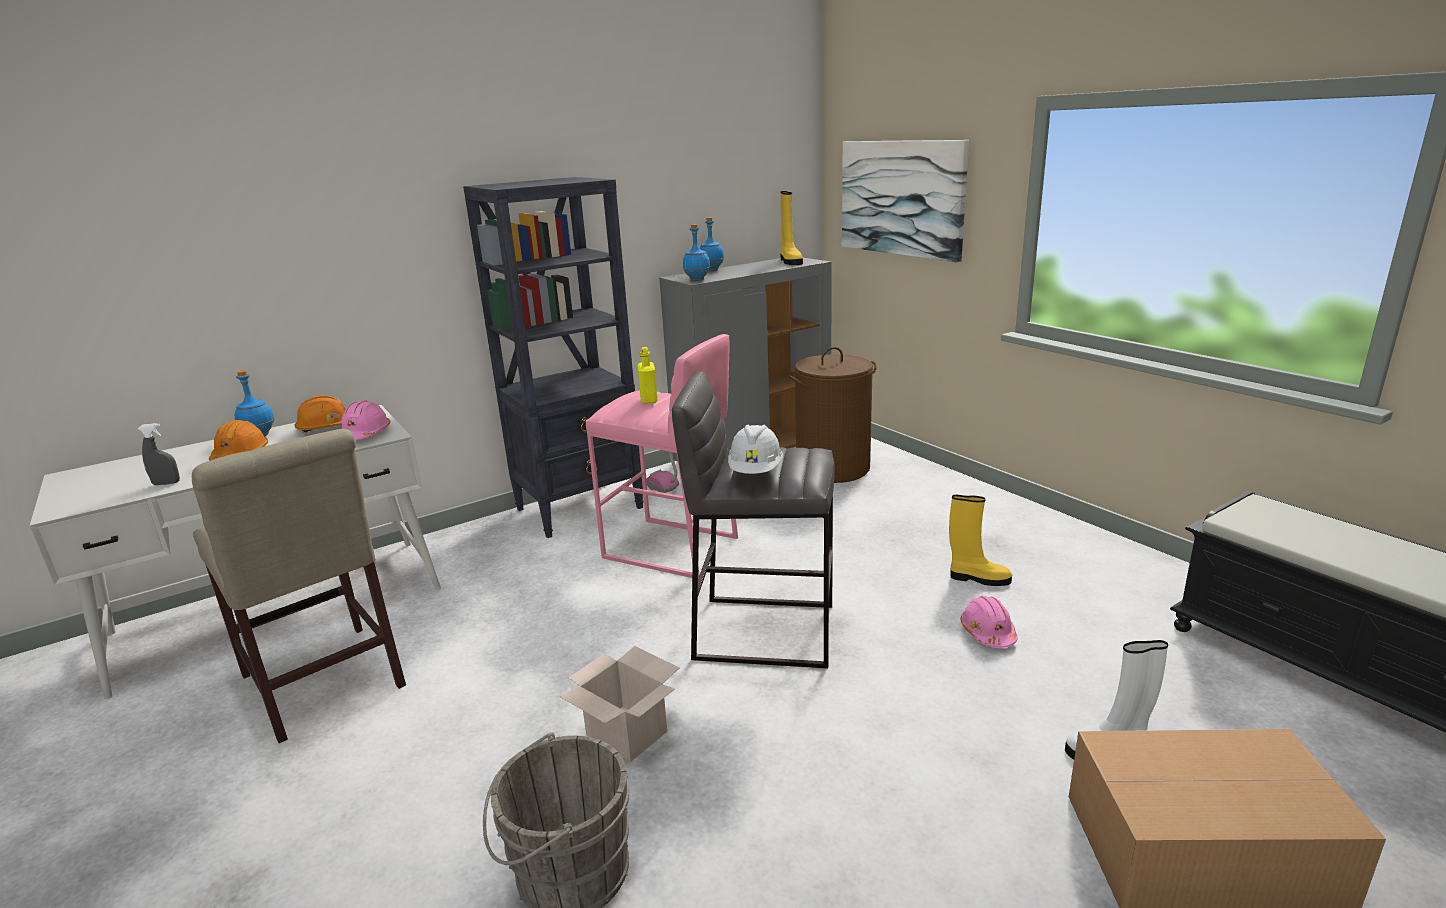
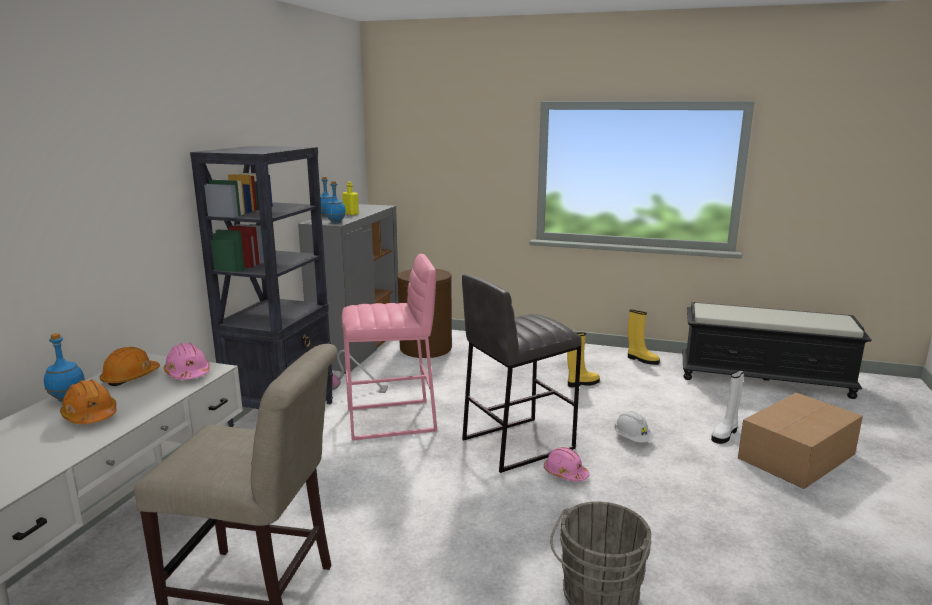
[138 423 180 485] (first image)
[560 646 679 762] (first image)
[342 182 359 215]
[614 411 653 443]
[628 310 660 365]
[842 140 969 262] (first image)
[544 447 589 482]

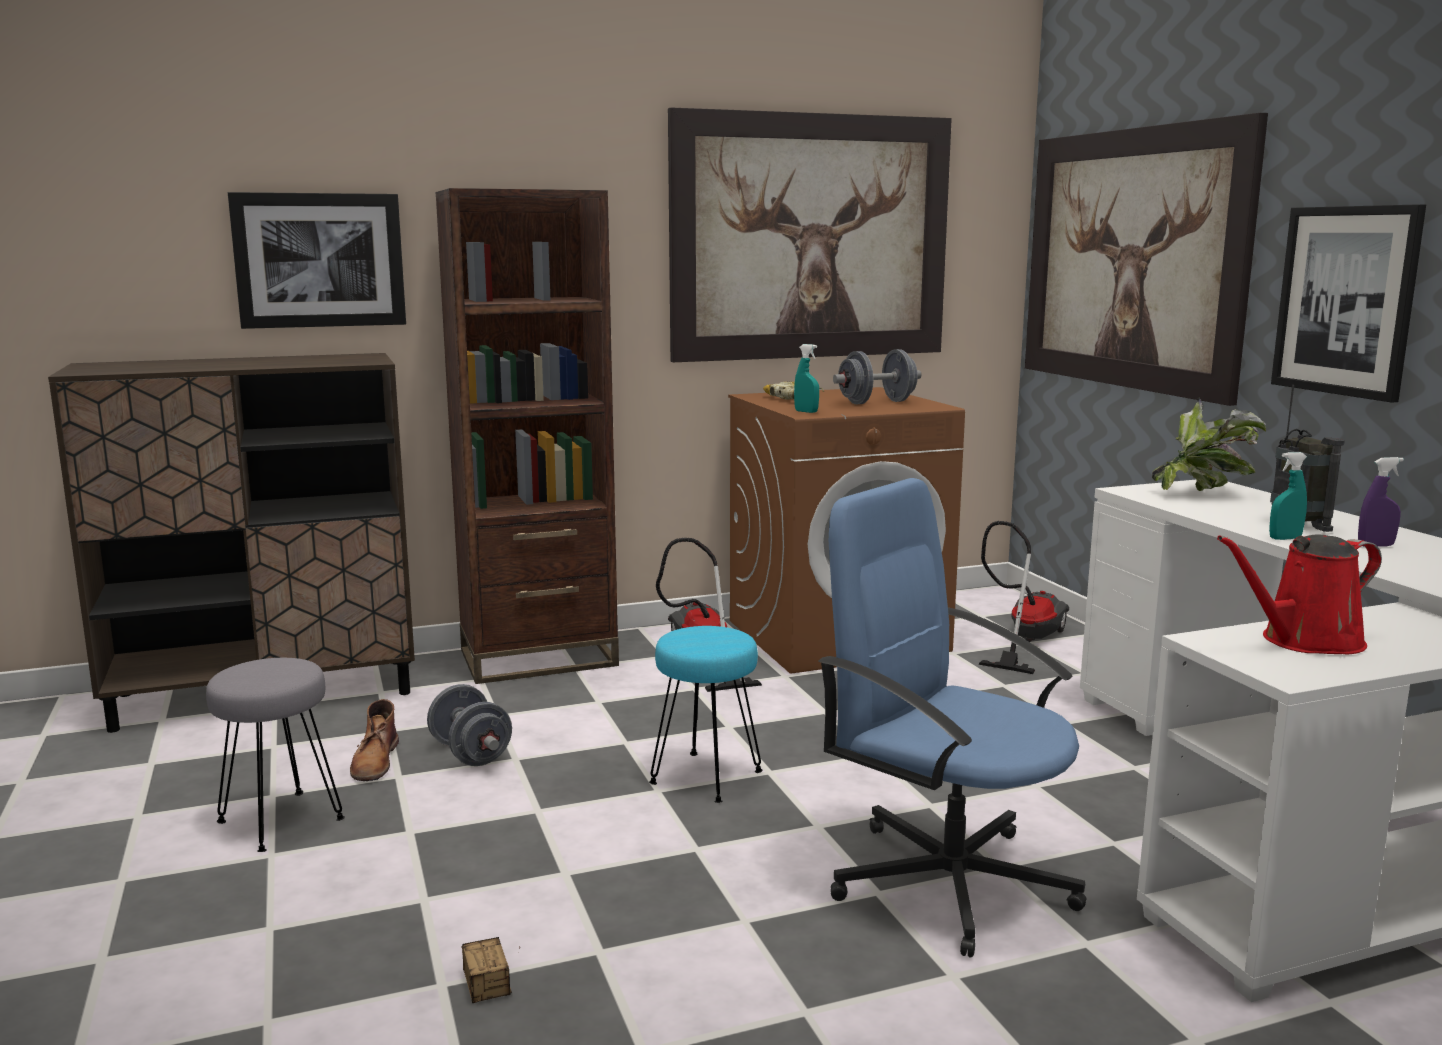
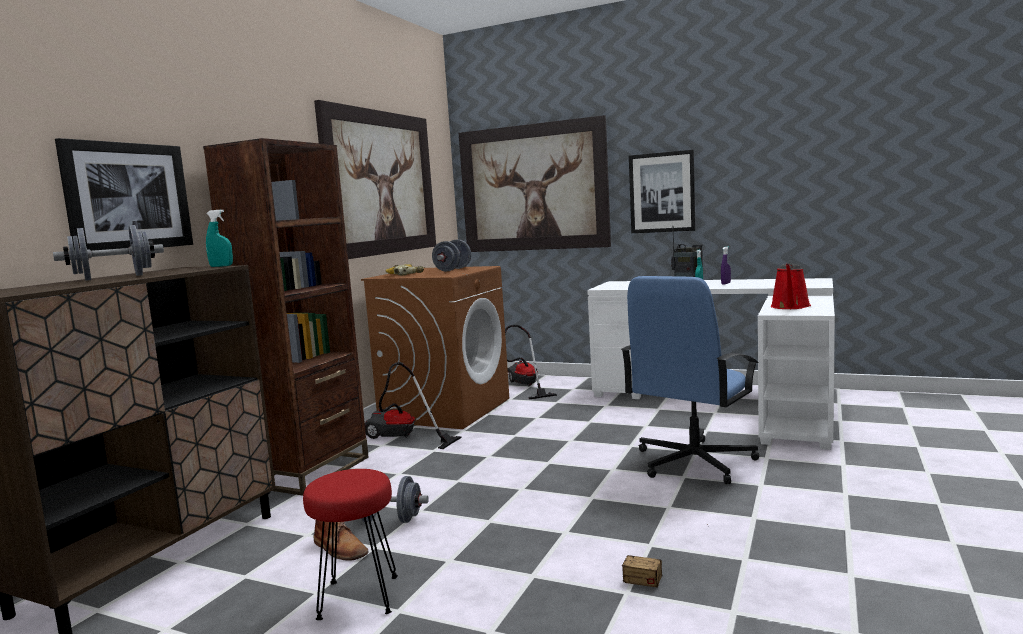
[303 469 398 620]
[649 626 763 803] (first image)
[206 210 233 267]
[621 276 759 484]
[1152 397 1266 491] (first image)
[53 225 164 281]

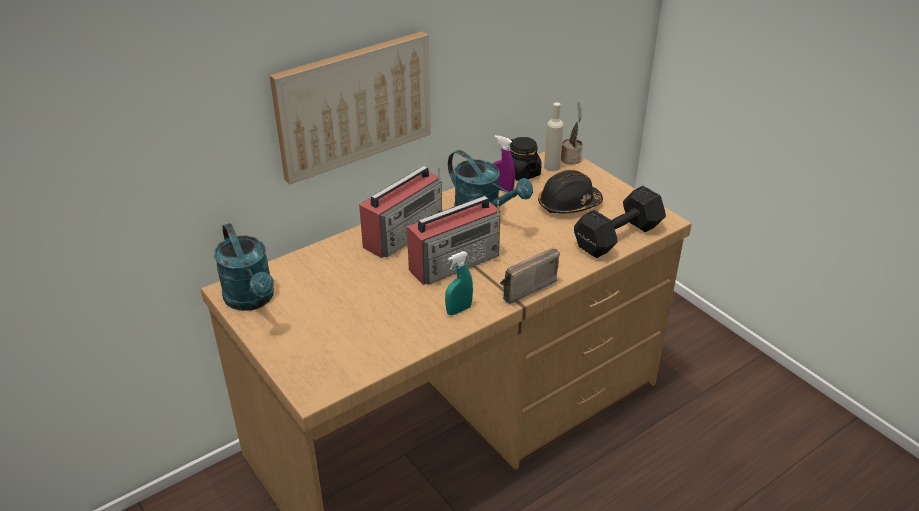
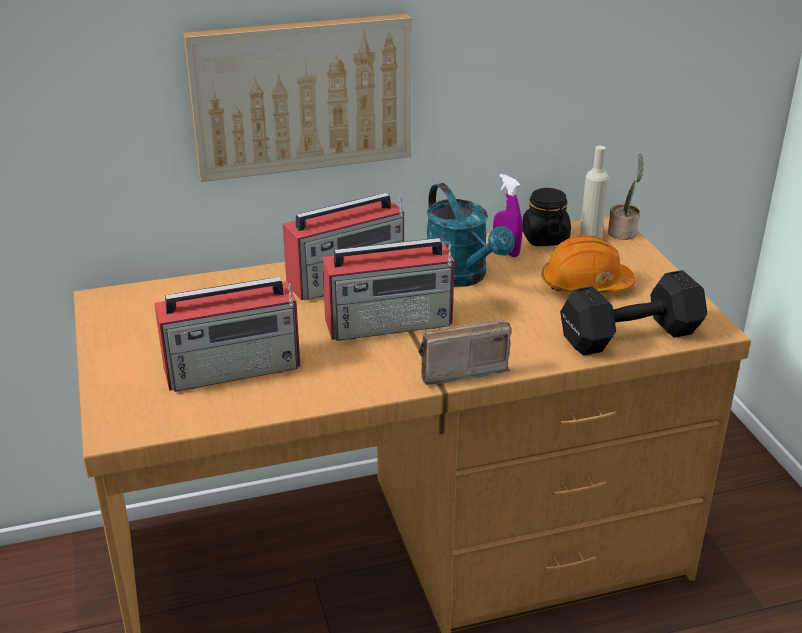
[214 223 274 311] (first image)
[445 251 473 315] (first image)
[541 235 636 293]
[154 277 300 392]

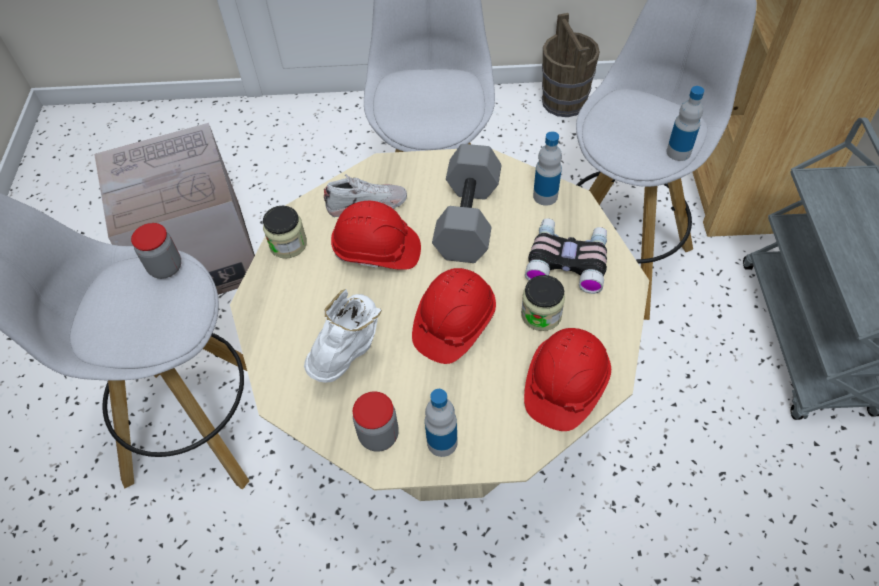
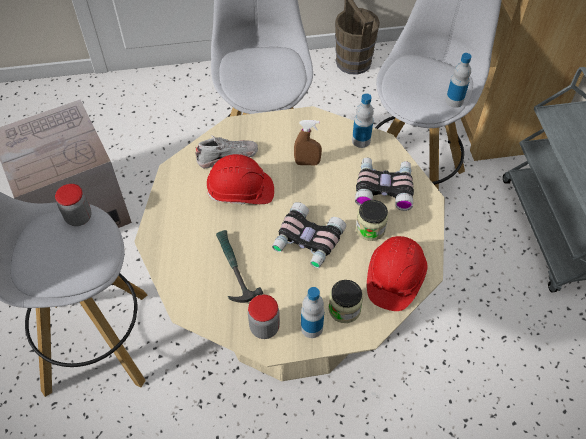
[328 280 363 323]
[216 230 263 303]
[272 202 346 268]
[294 120 322 165]

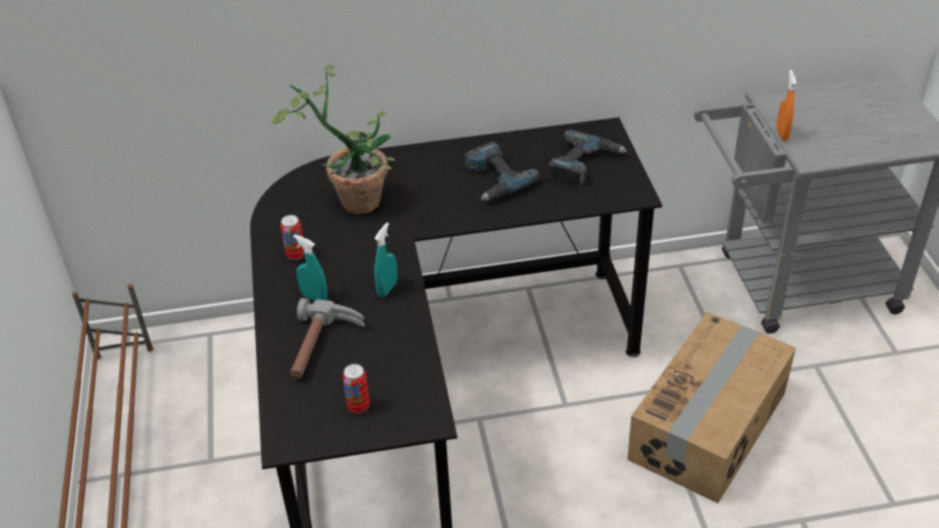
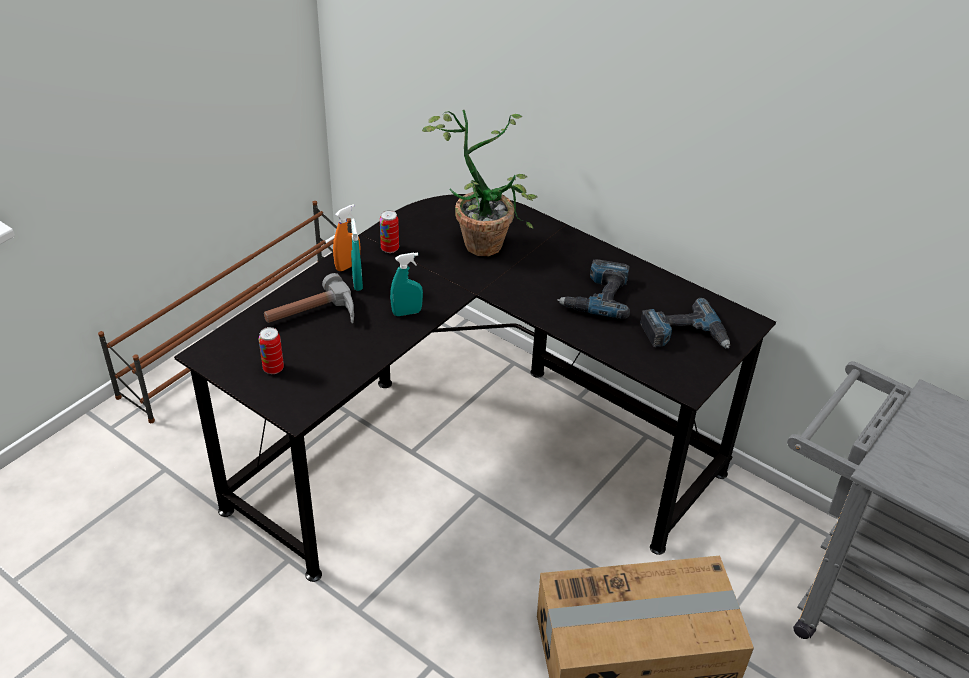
[333 204 360 271]

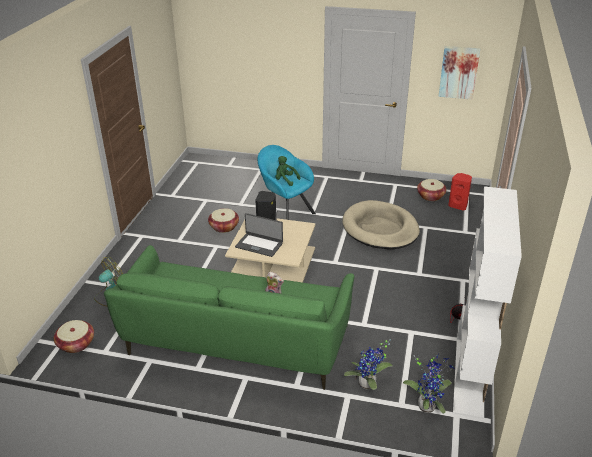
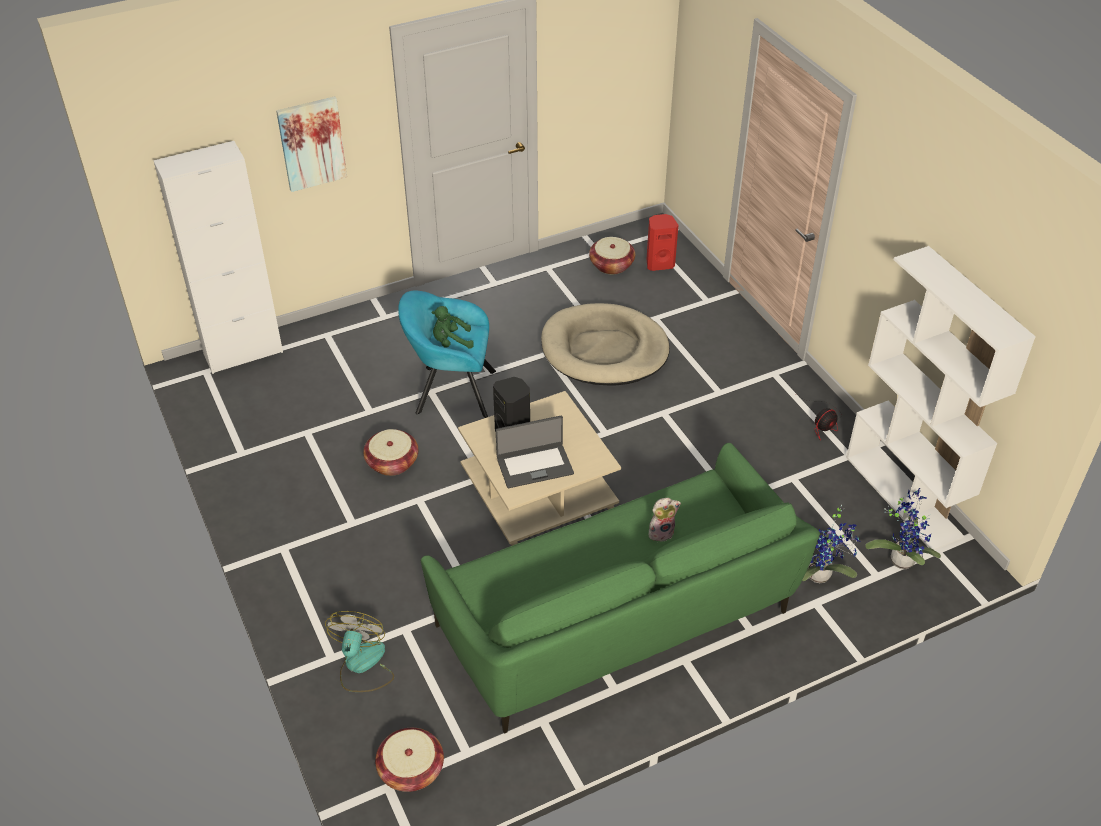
[276 96 347 192]
[153 141 283 374]

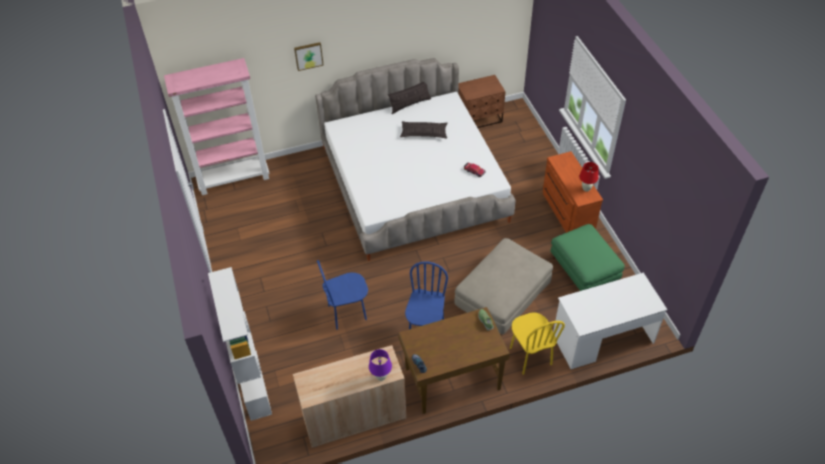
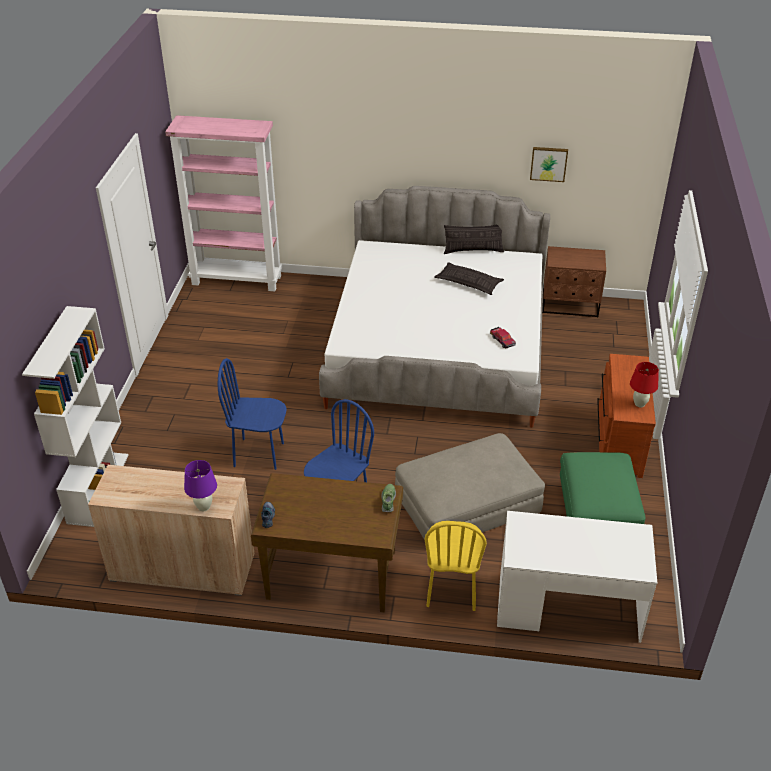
[530 147 568 182]

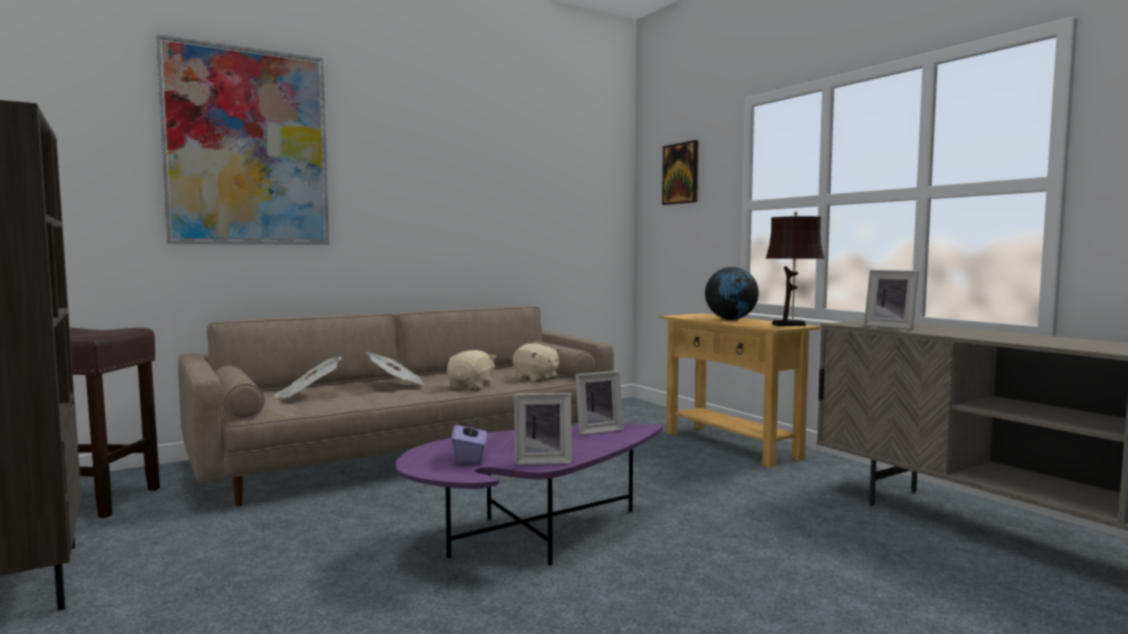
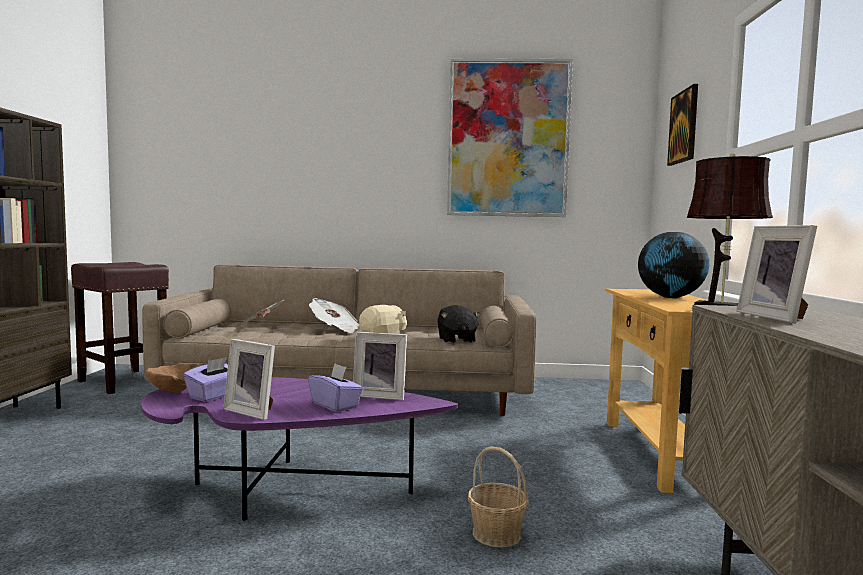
[447 58 573 217]
[437 305 480 343]
[145 363 202 393]
[308 363 363 412]
[468 446 529 548]

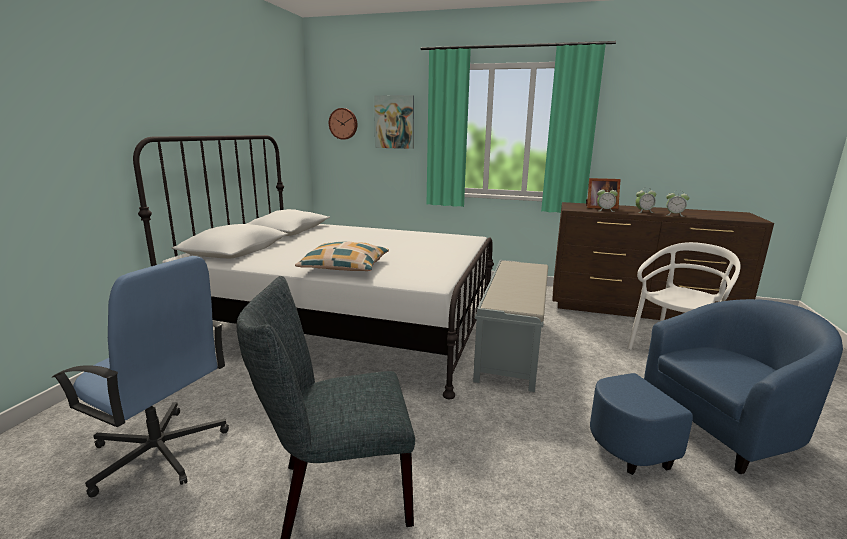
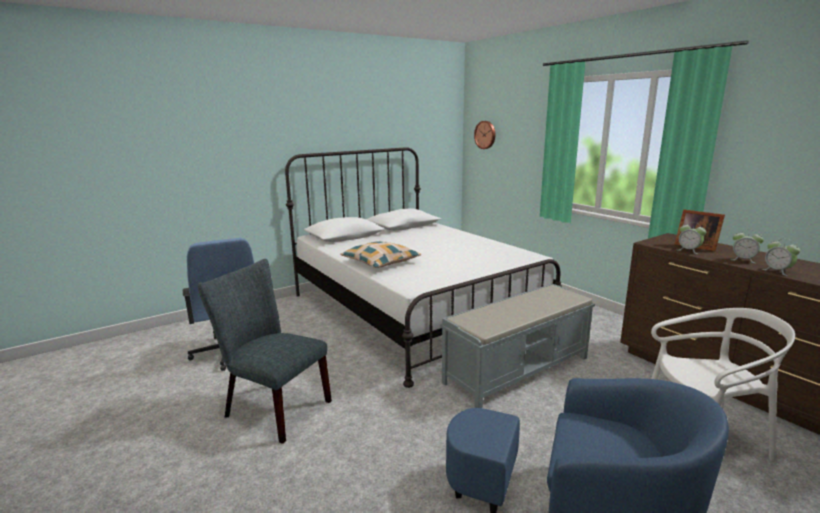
[374 95 414 149] (first image)

